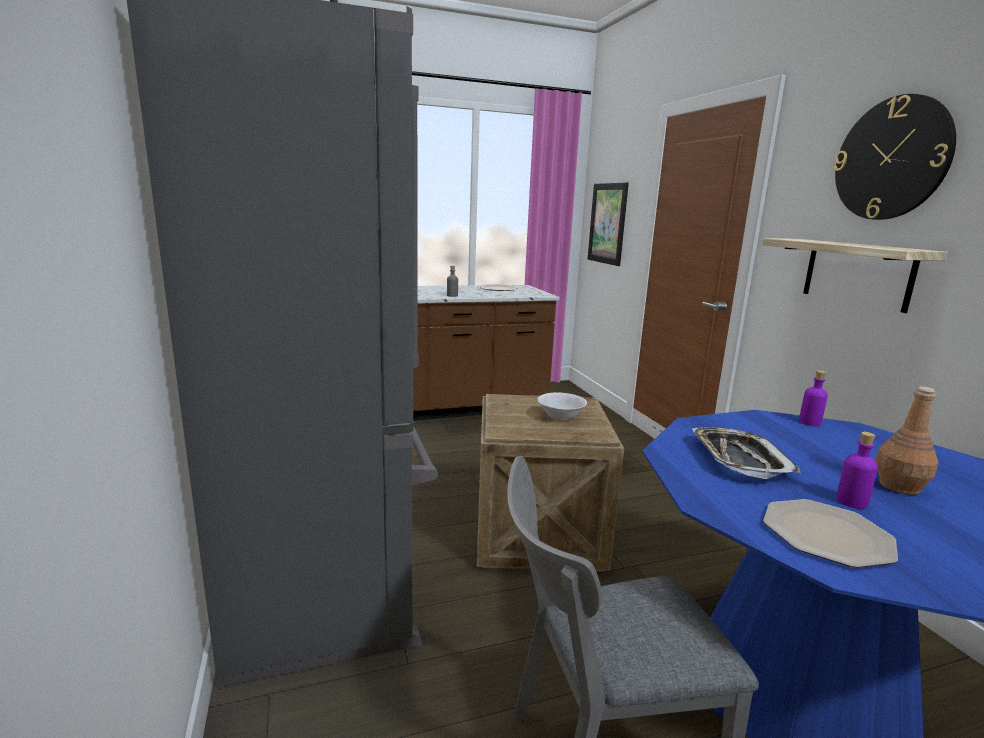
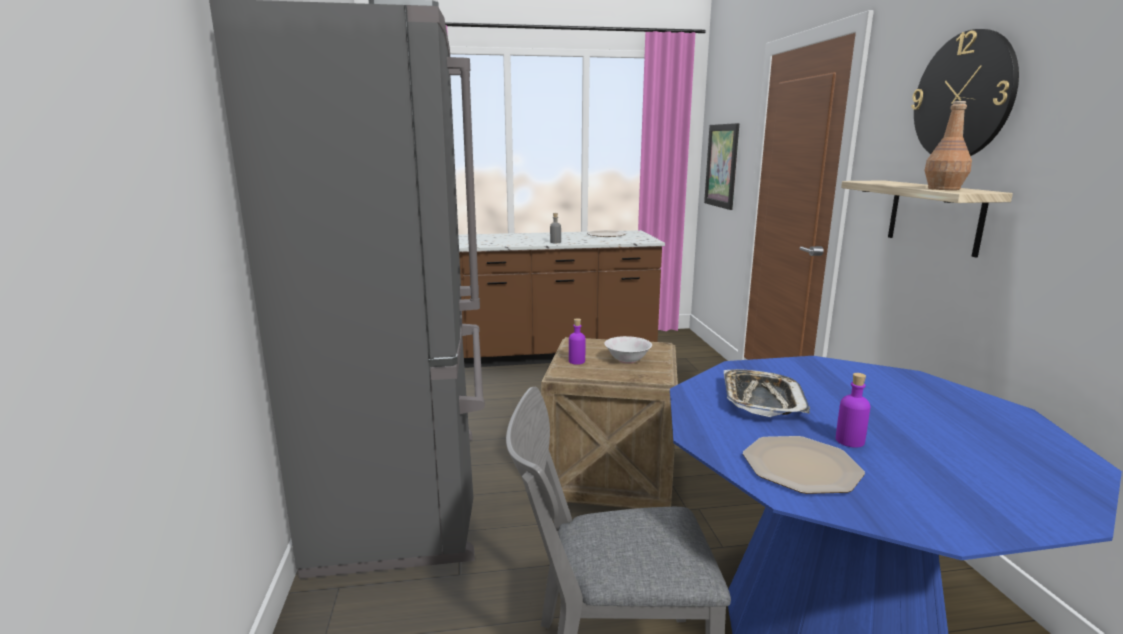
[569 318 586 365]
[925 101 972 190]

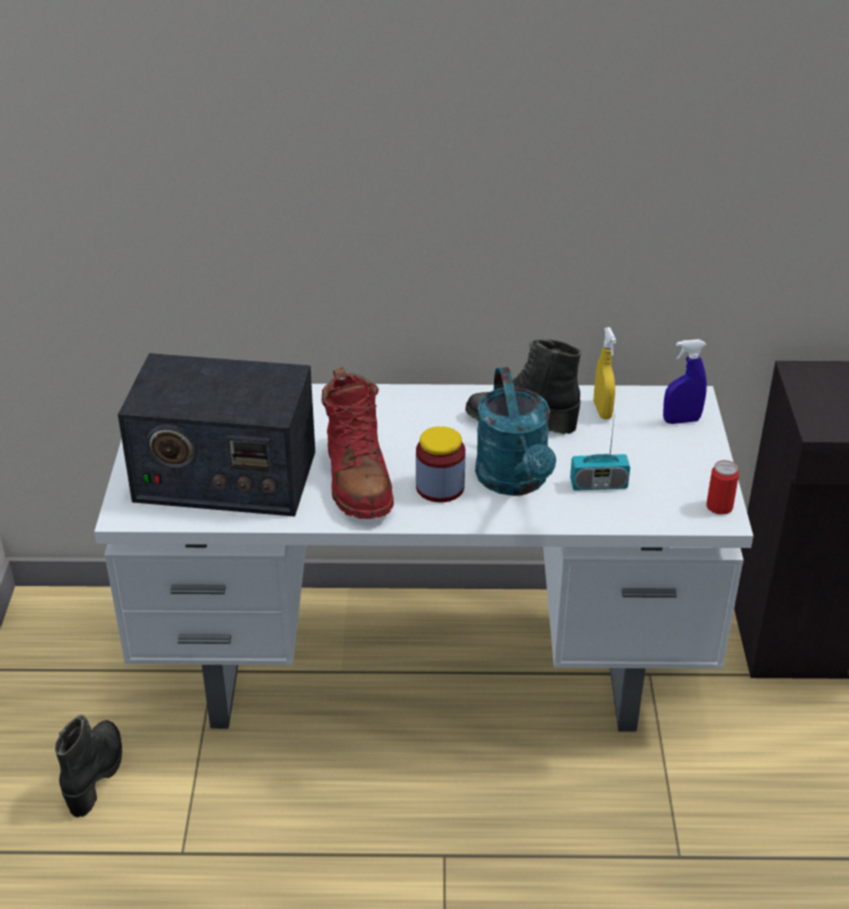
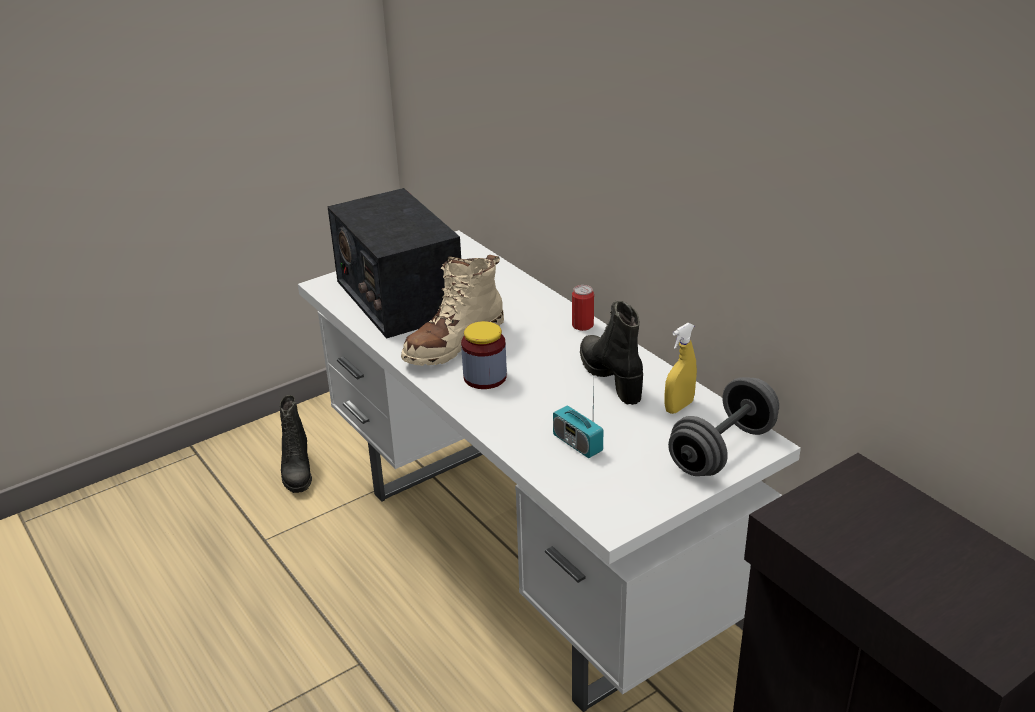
[280 395 312 493]
[401 255 504 366]
[475 367 556 496] (first image)
[668 377 779 476]
[572 285 594 331]

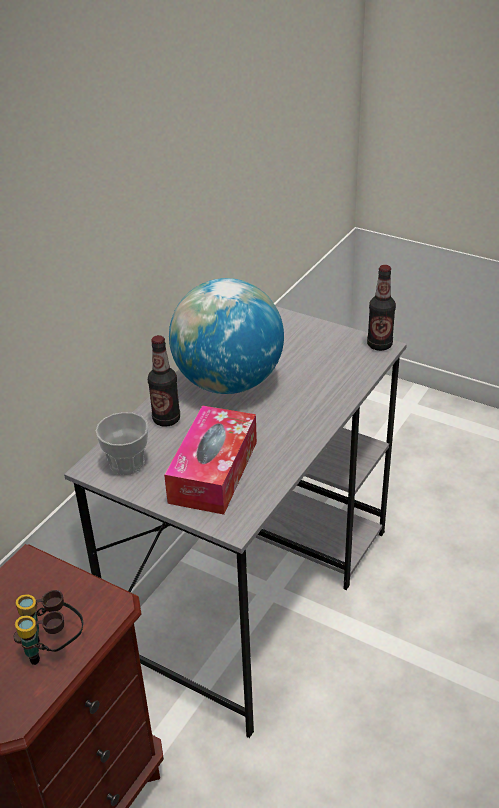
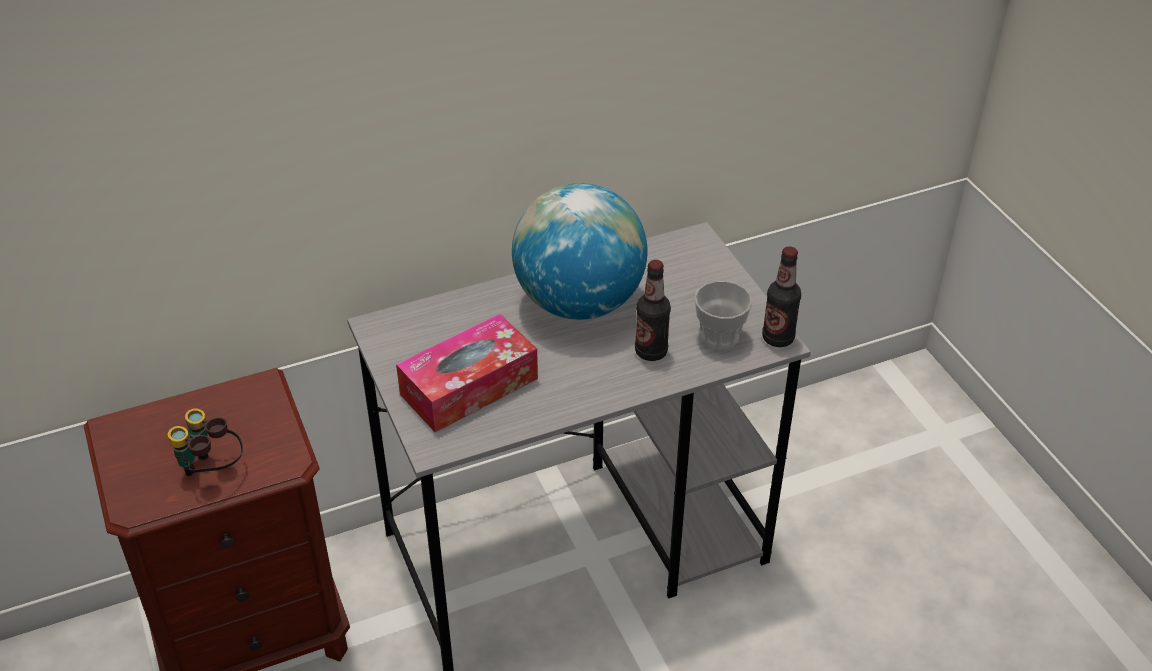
[694 281 753 349]
[635 260 671 361]

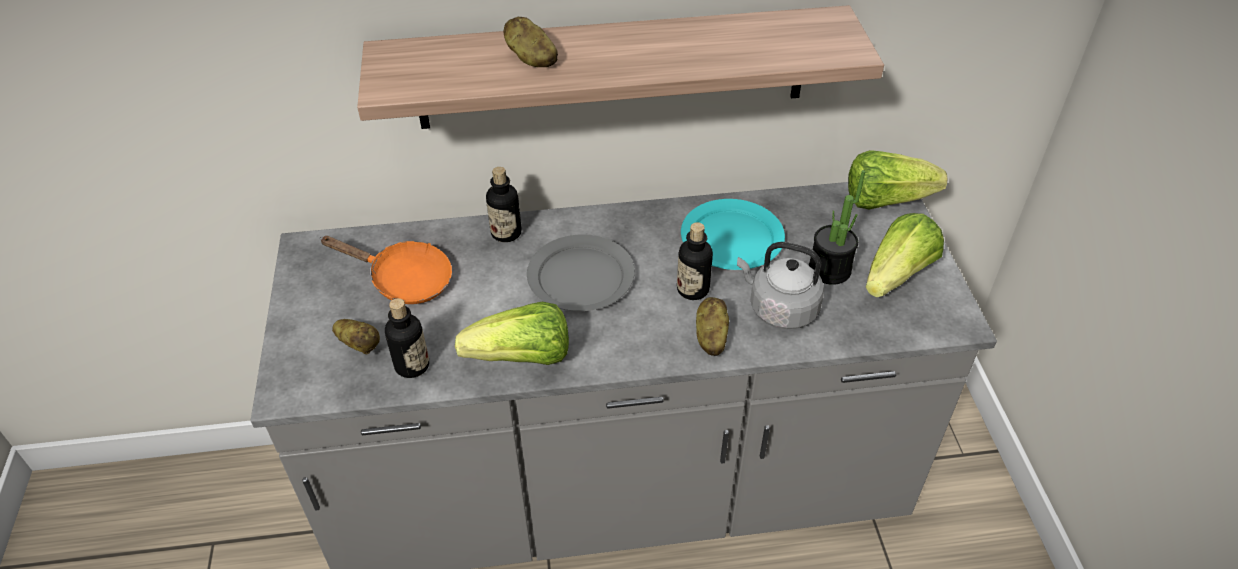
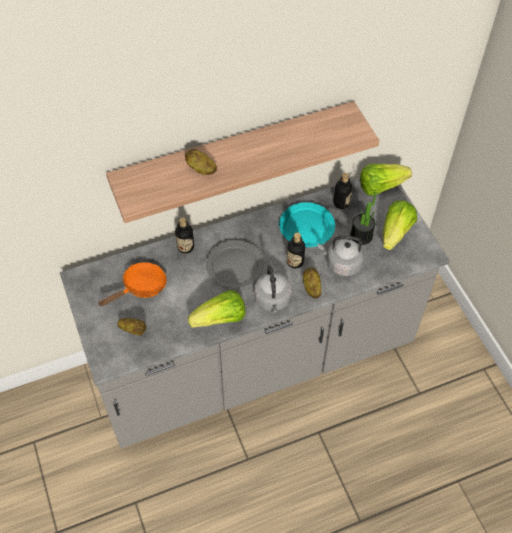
[98 262 167 306]
[334 173 352 209]
[254 265 292 313]

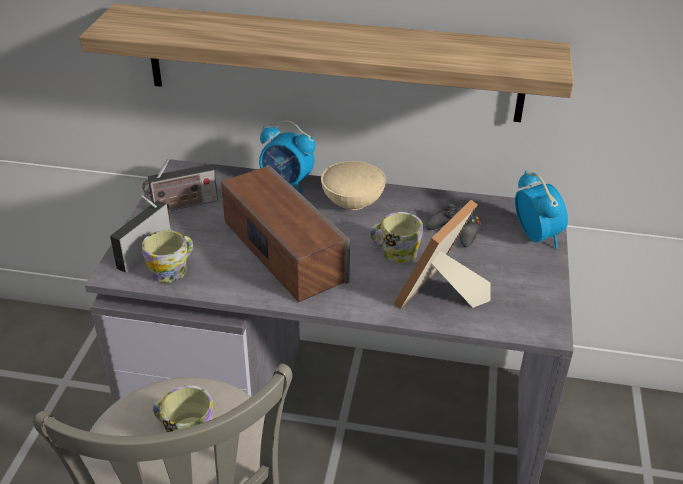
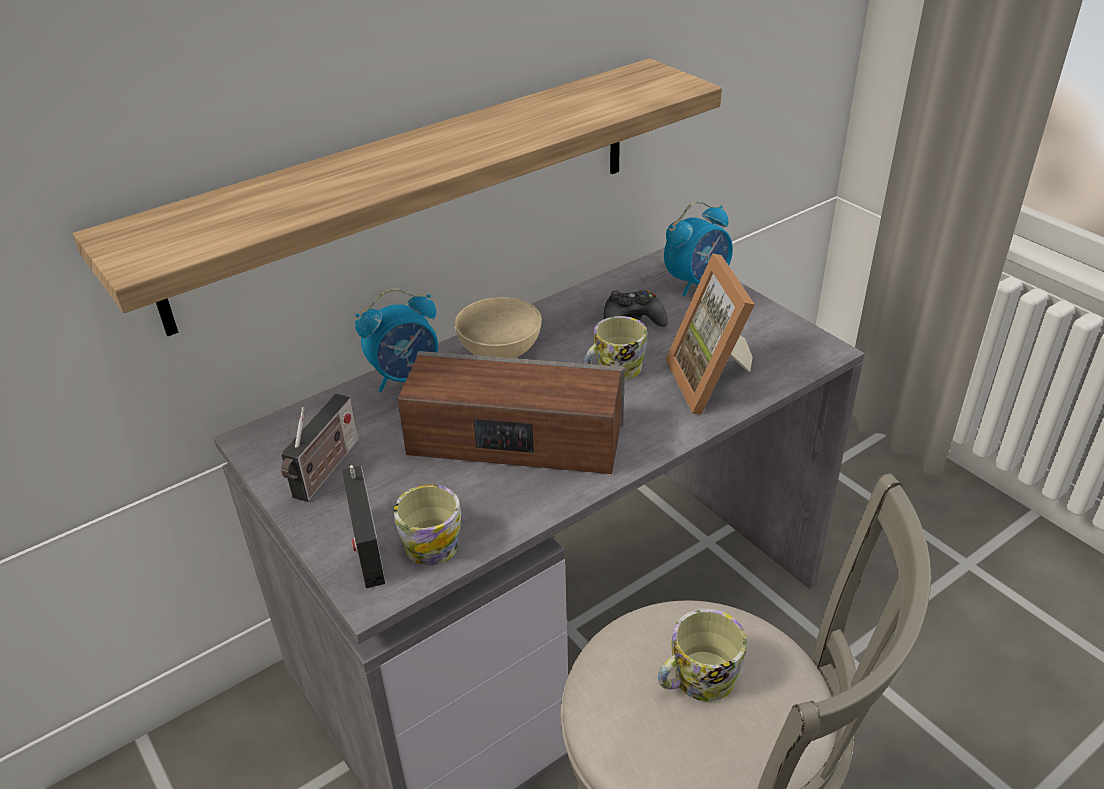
[664 201 733 297]

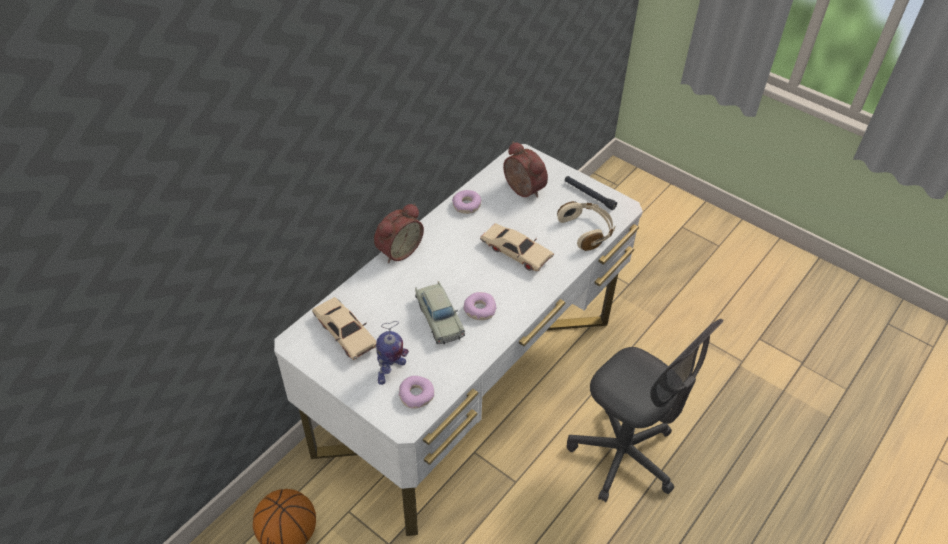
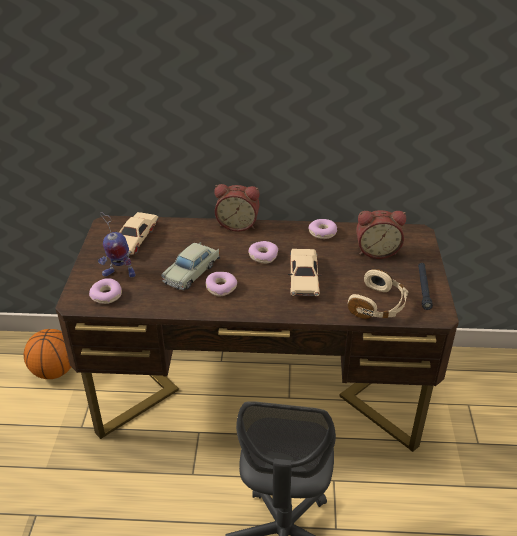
[55 216 459 452]
[356 210 406 259]
[248 241 278 264]

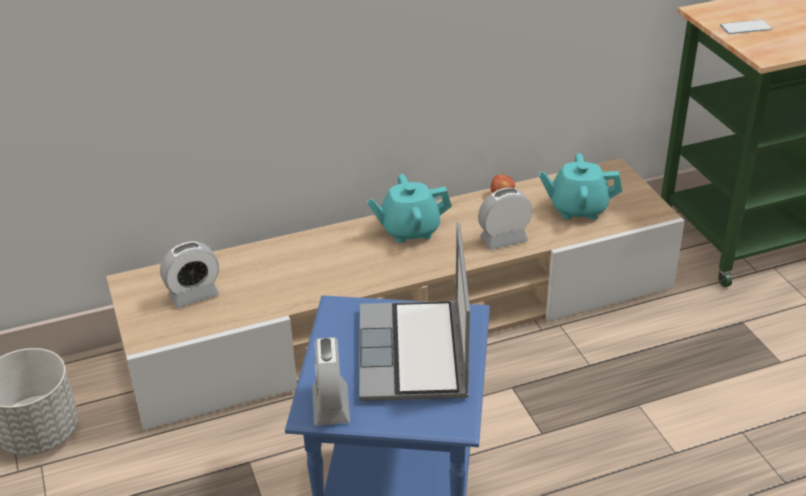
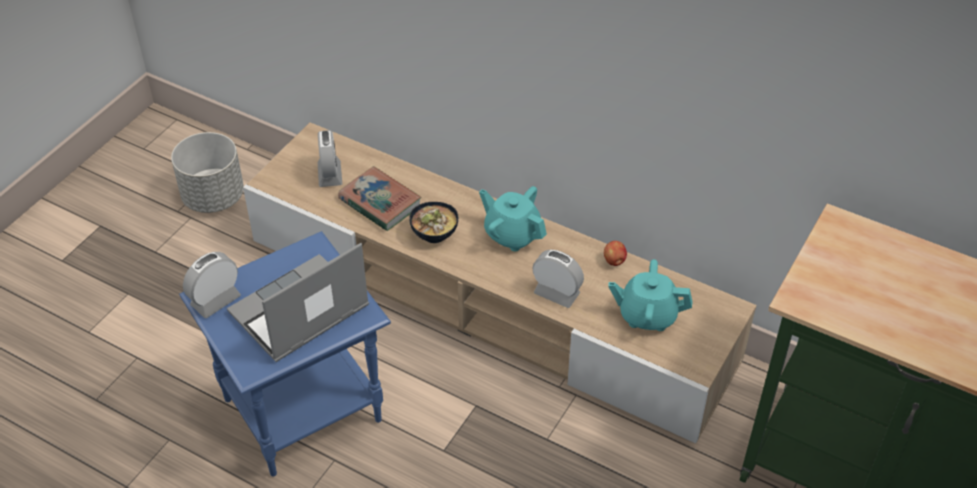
[318 130 342 187]
[608 259 693 331]
[720 20 772 34] (first image)
[338 166 422 231]
[409 202 458 243]

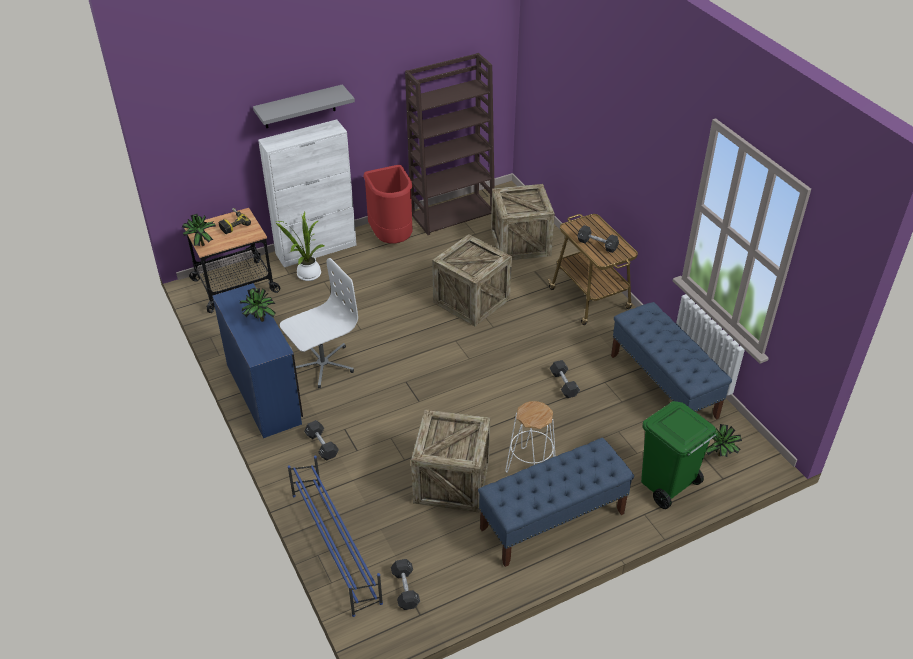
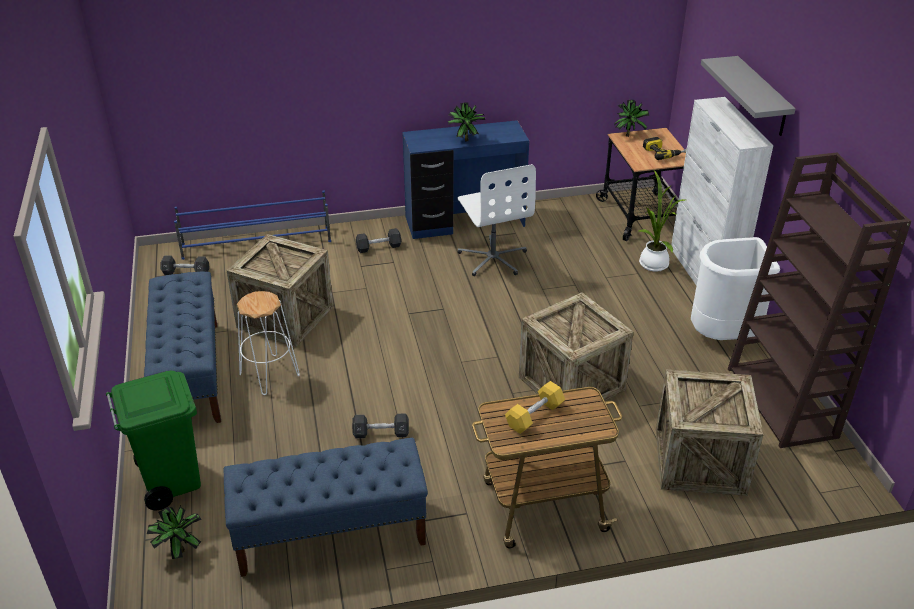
[691 237 780 340]
[505 381 565 434]

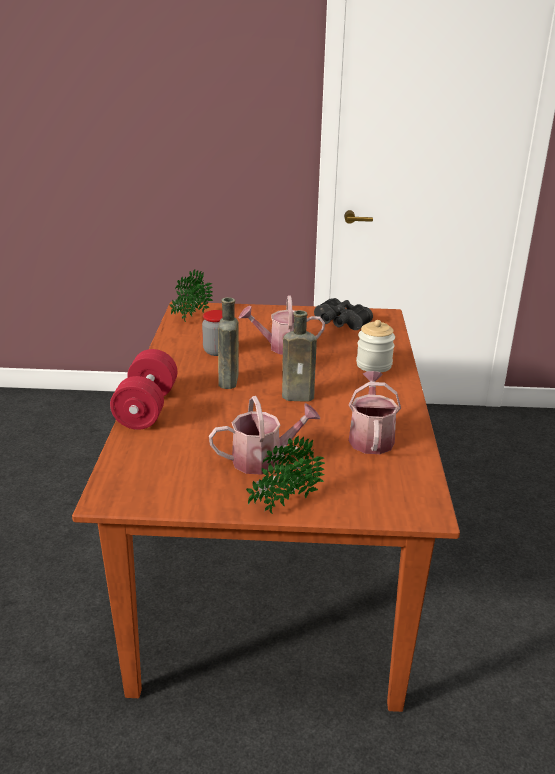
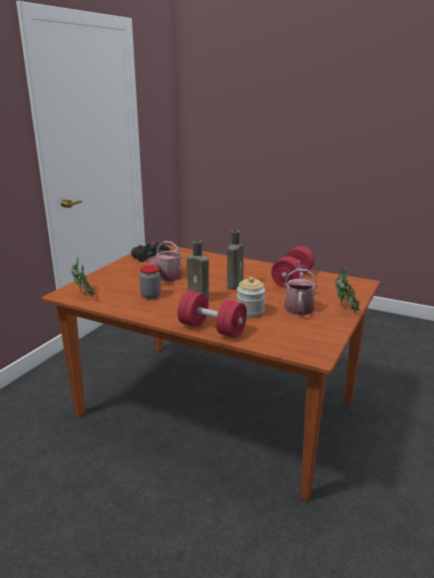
[271 246 314 288]
[237 277 265 318]

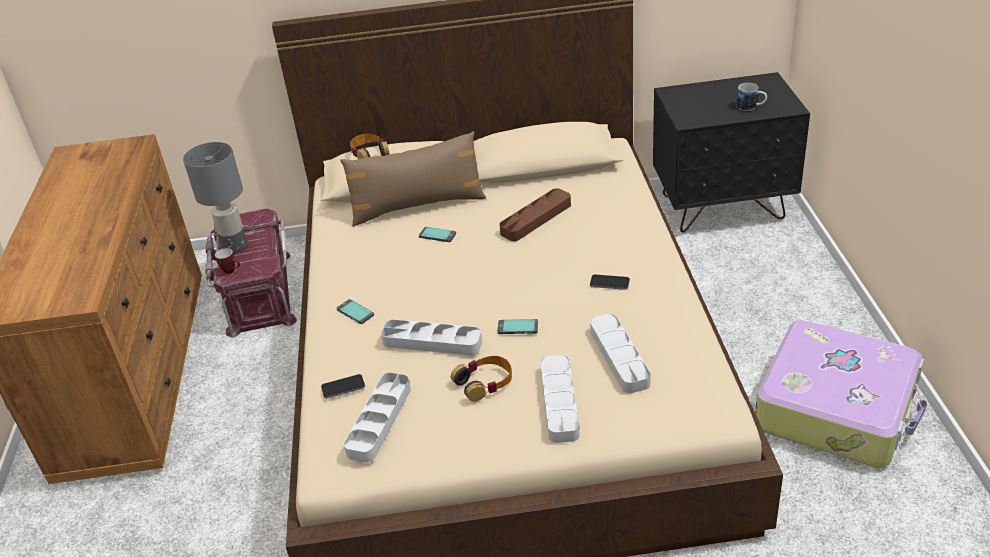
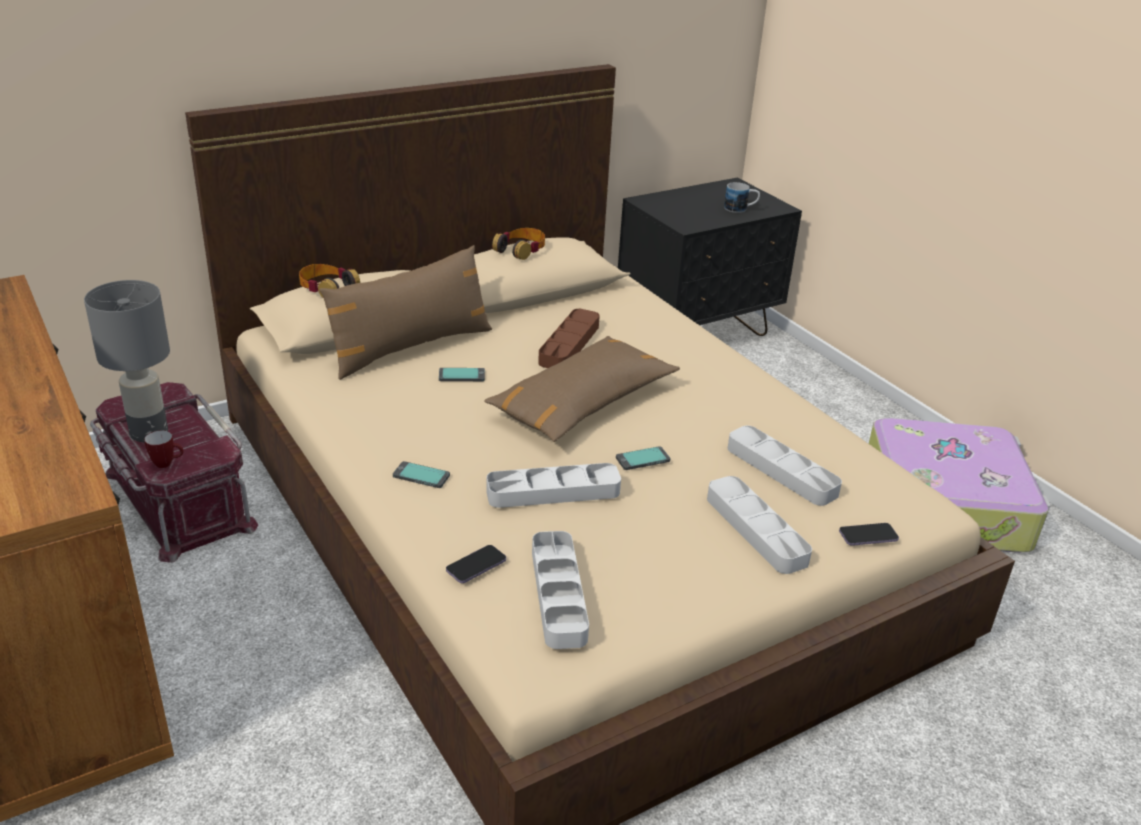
[492 228 545 260]
[839 523 899 546]
[484 336 680 442]

